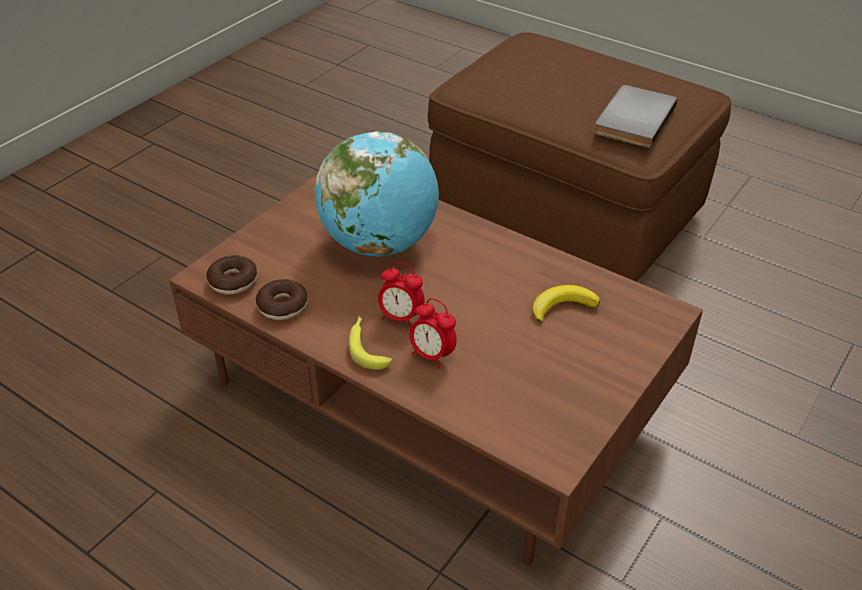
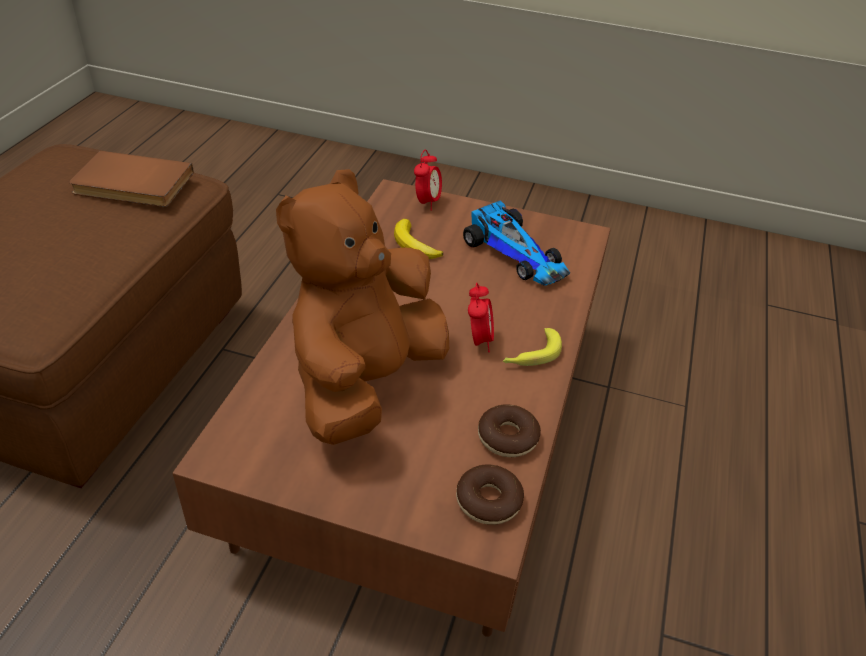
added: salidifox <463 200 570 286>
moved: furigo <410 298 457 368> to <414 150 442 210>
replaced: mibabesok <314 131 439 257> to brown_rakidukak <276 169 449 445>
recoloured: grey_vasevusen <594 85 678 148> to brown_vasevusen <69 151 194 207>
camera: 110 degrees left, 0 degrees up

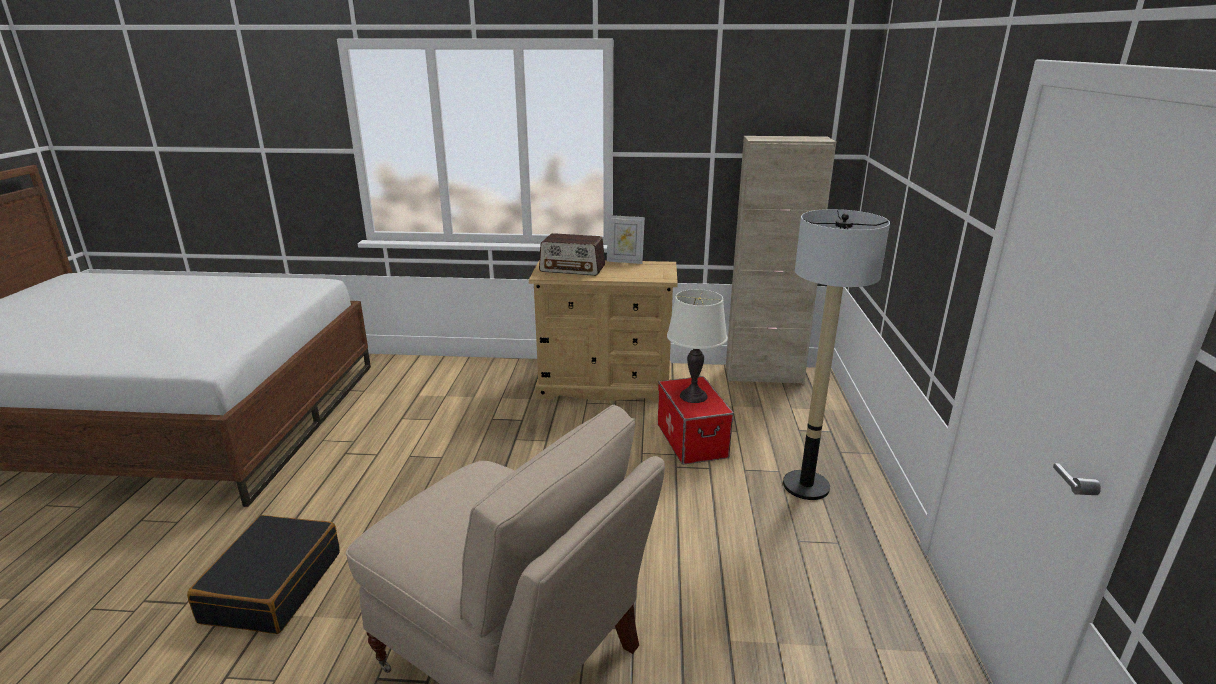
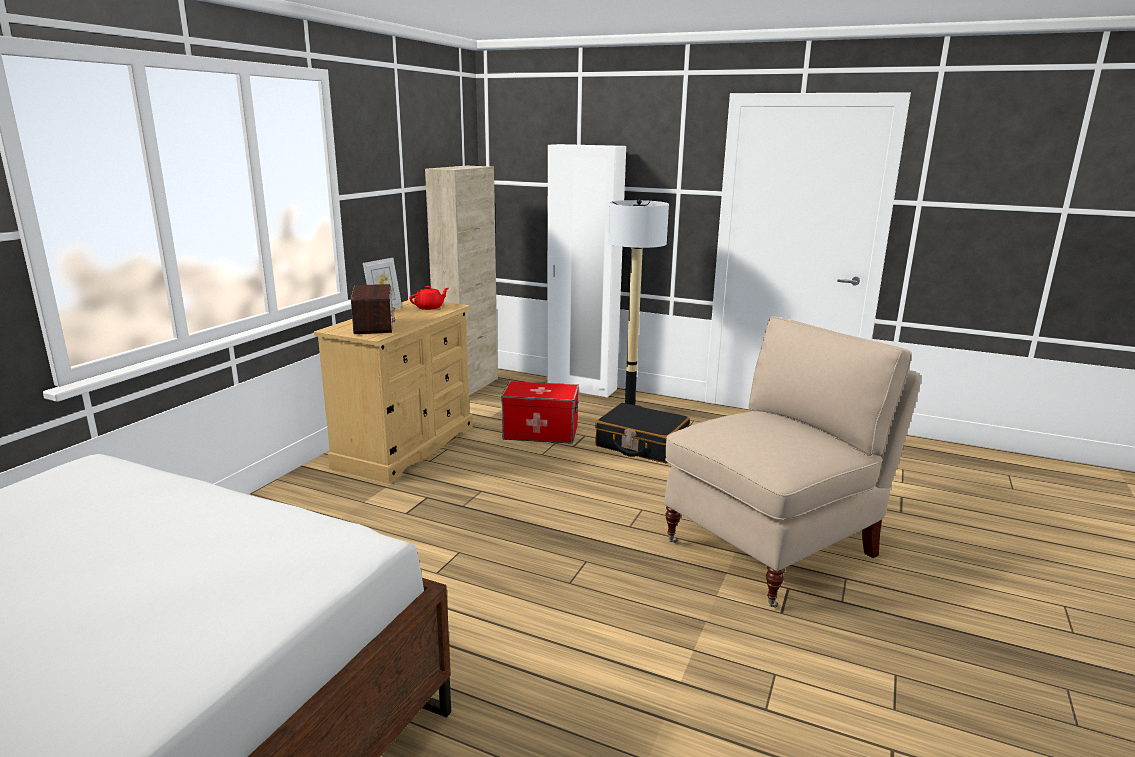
removed: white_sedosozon <667 289 728 403>
added: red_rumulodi <409 286 449 310>; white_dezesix <547 144 626 397>
moved: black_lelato <187 515 340 634> to <595 403 690 463>
turned: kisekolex <539 233 605 276> = <351 284 395 334> 45 degrees counterclockwise
camera: 70 degrees left, 5 degrees down

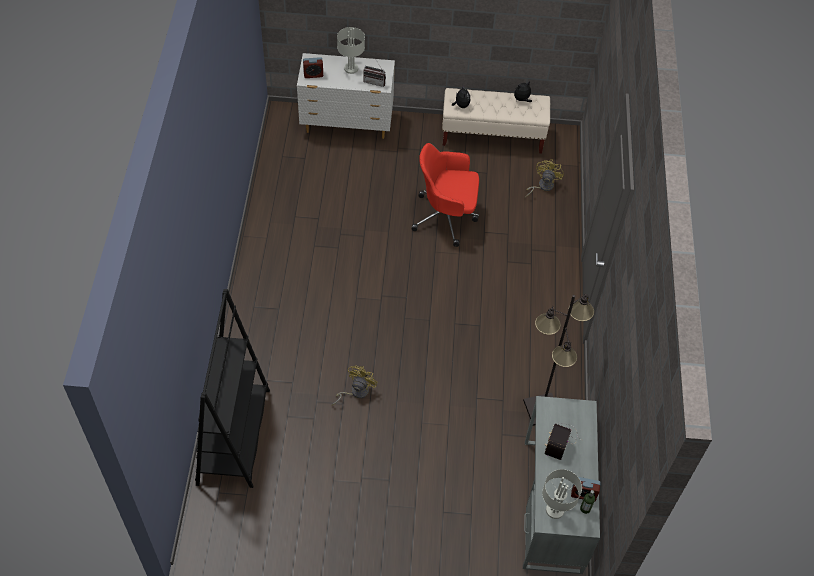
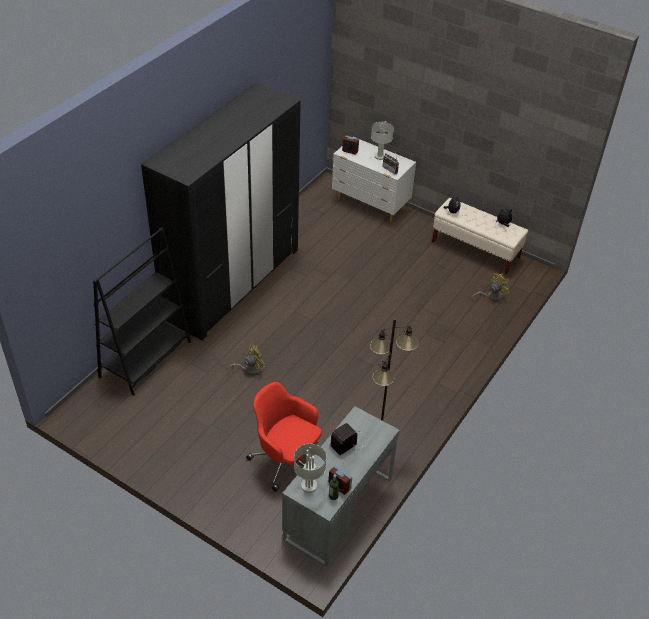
added: black_dezesix <141 83 301 340>
moved: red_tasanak <412 143 479 247> to <246 382 322 492>
camera: 30 degrees right, 10 degrees down

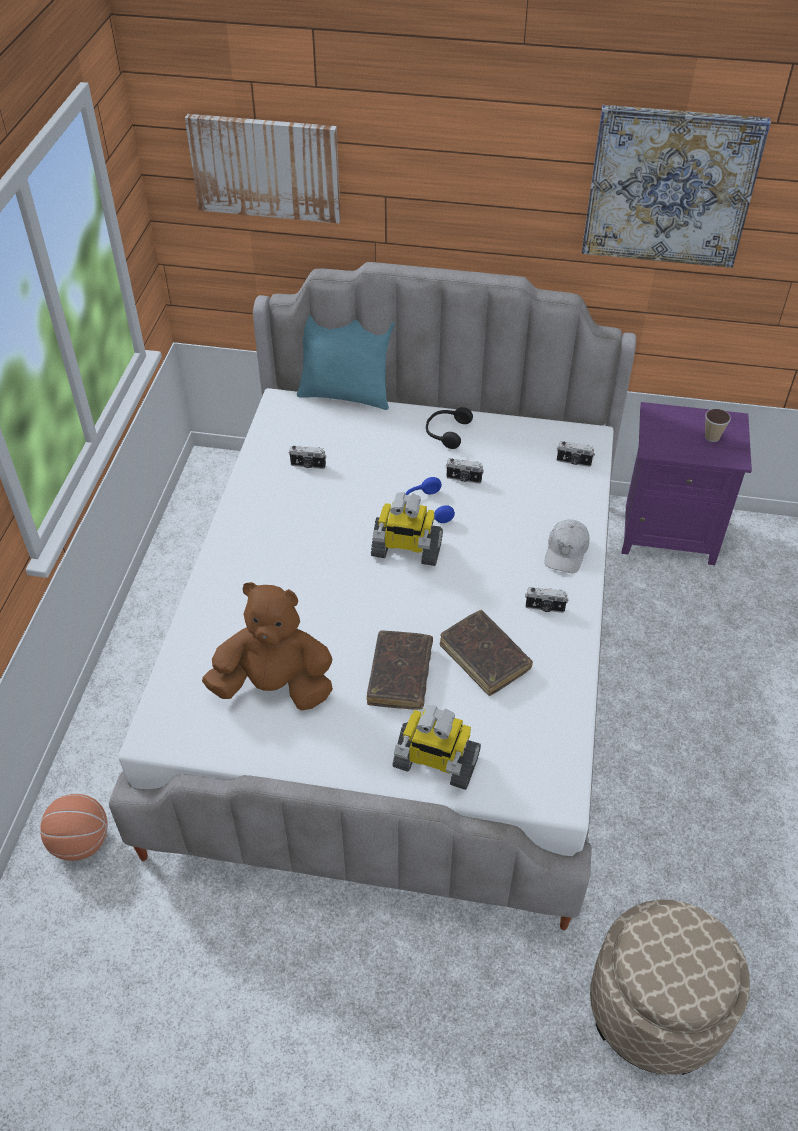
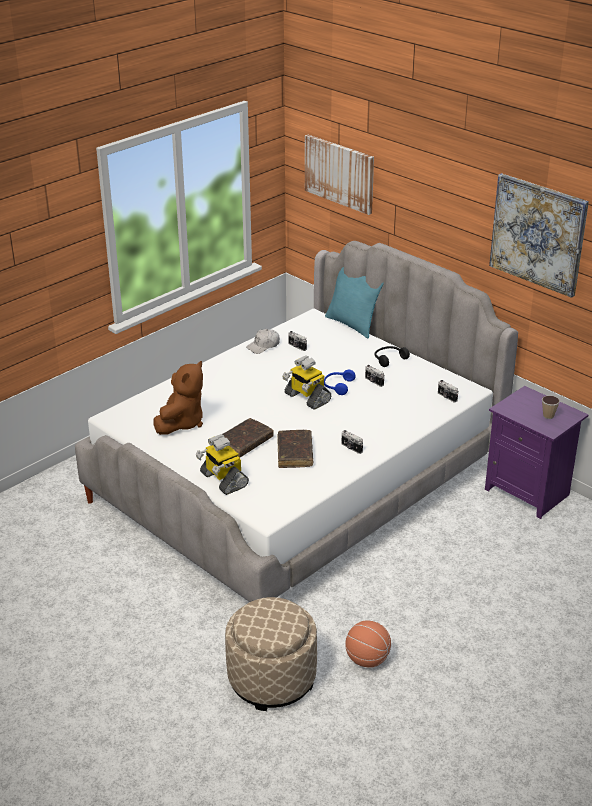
moved: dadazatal <40 794 108 861> to <345 620 391 668>; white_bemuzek <545 519 589 573> to <246 329 280 354>
turned: brown_rakidukak <202 582 333 710> = <154 361 203 435> 75 degrees clockwise
camera: 35 degrees right, 15 degrees down

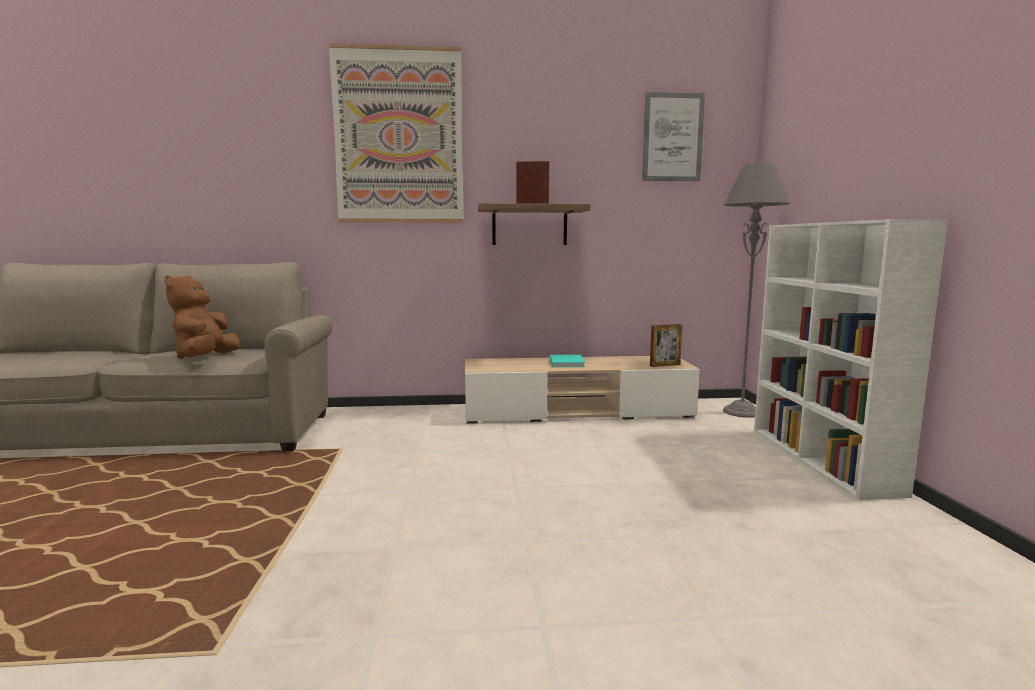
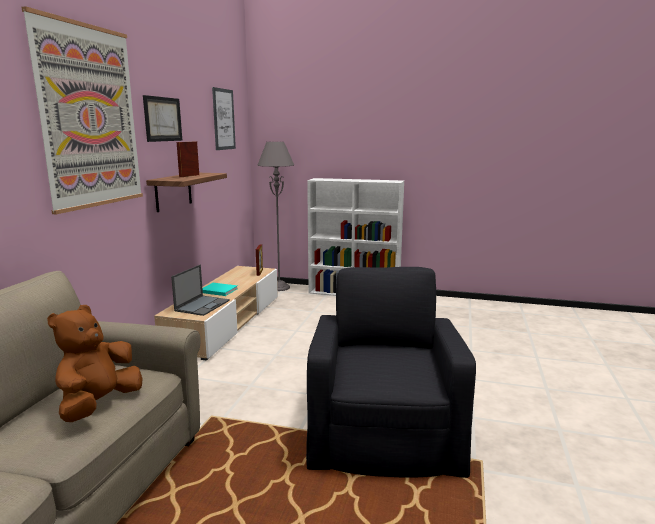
added: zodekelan <143 95 182 142>; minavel <171 265 230 316>; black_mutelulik <306 267 476 478>
turned: brown_rakidukak <165 275 240 359> = <47 305 143 422> 90 degrees clockwise
camera: 70 degrees left, 5 degrees up

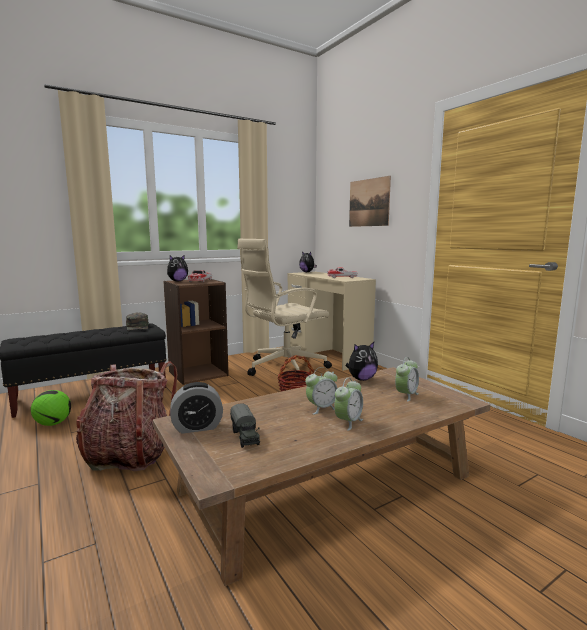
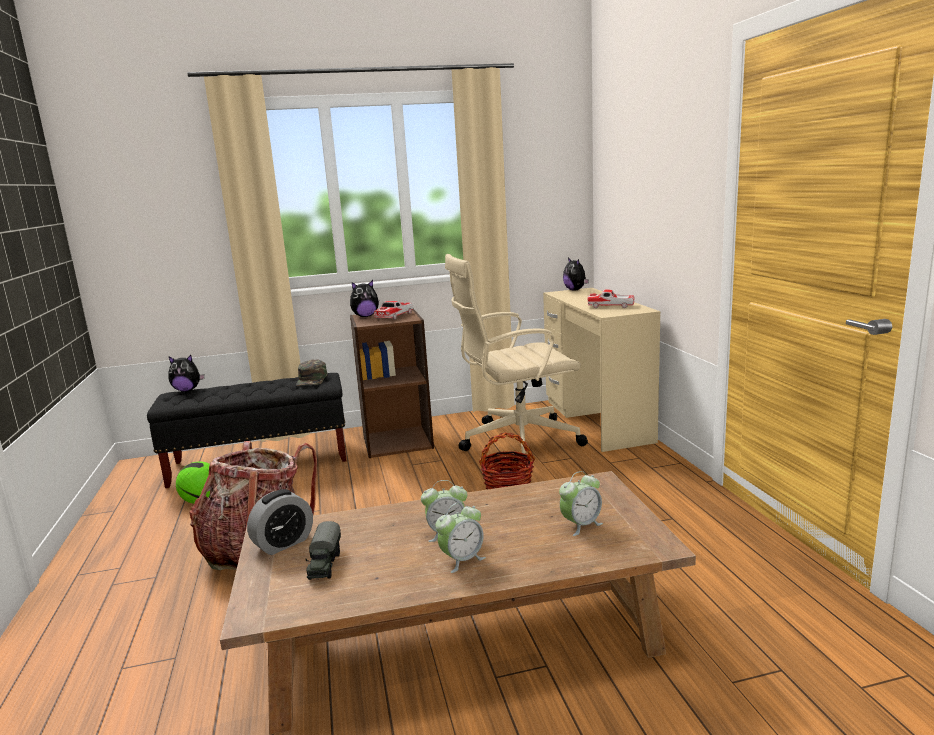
removed: zodekelan <349 176 391 227>
moved: rakidukak <346 342 378 381> to <168 355 205 392>
turned: furigo <170 382 223 434> = <247 489 313 555> 45 degrees counterclockwise
camera: 20 degrees right, 5 degrees up

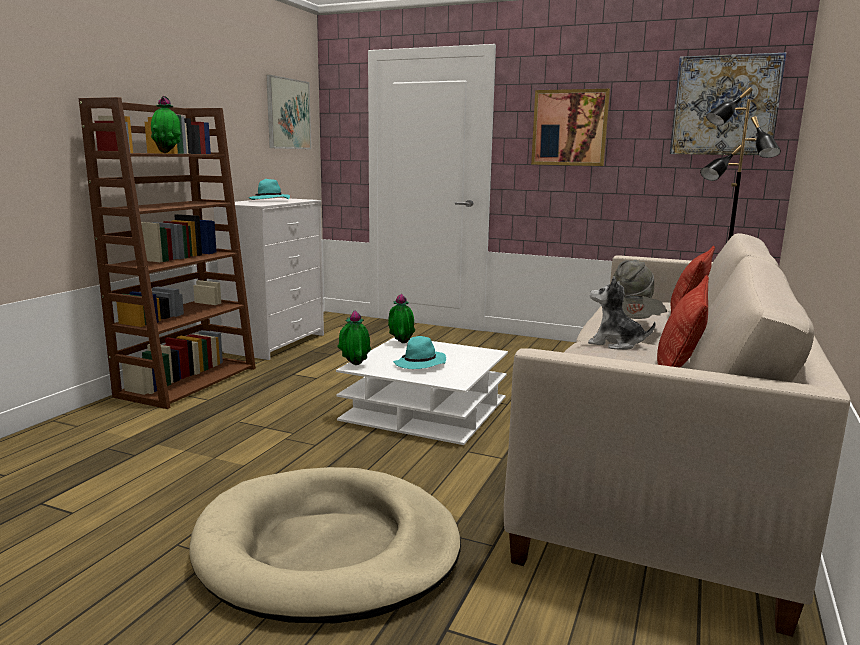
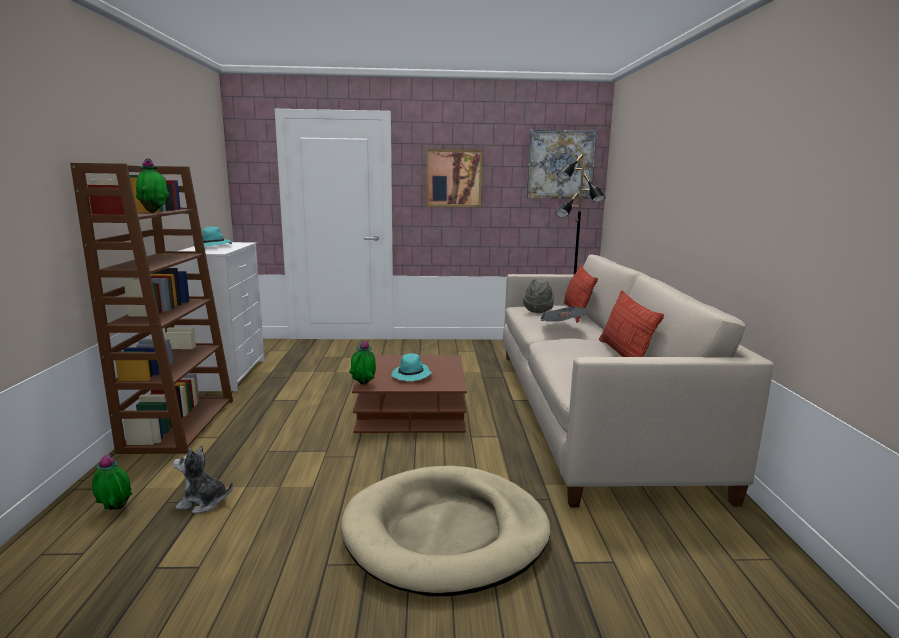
removed: zodekelan <266 75 311 149>
moved: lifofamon <388 294 415 343> to <92 453 132 510>; rakidukak <588 276 656 350> to <173 445 233 514>
recoloured: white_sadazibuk <336 337 508 445> to brown_sadazibuk <352 355 467 433>
camera: 25 degrees left, 0 degrees up

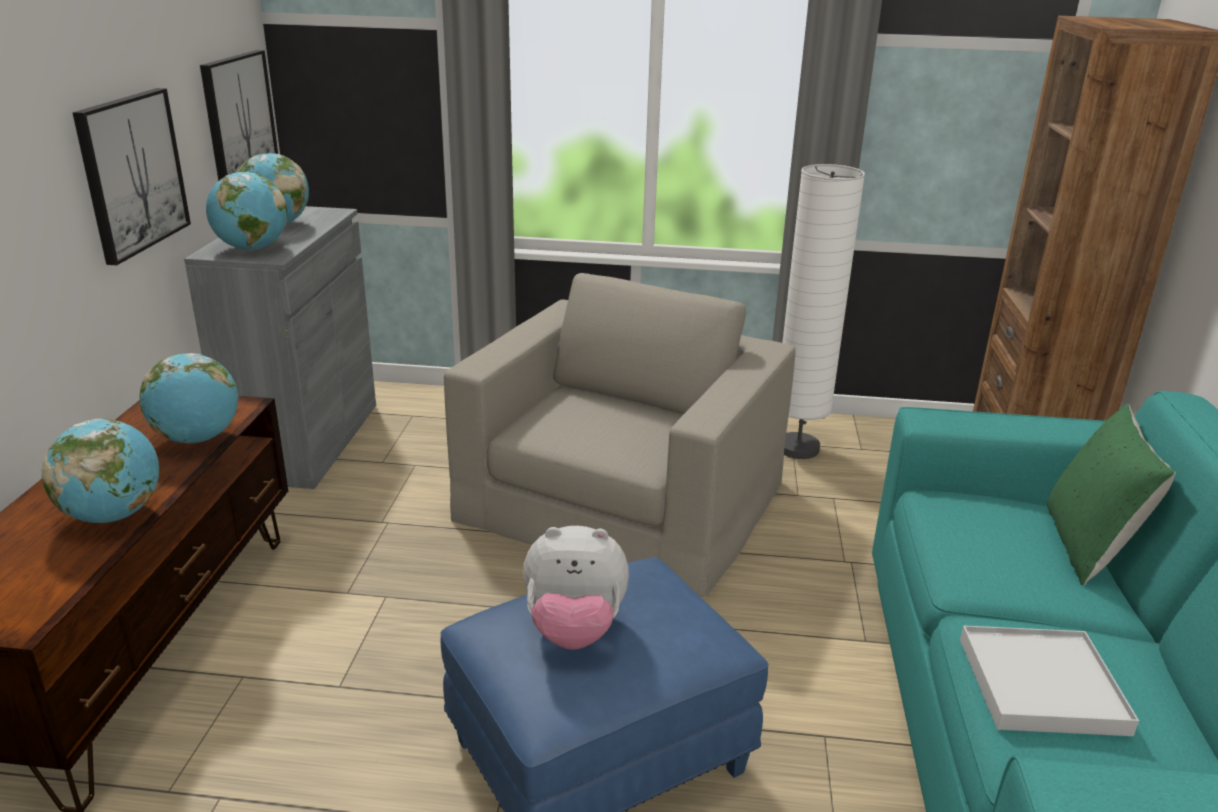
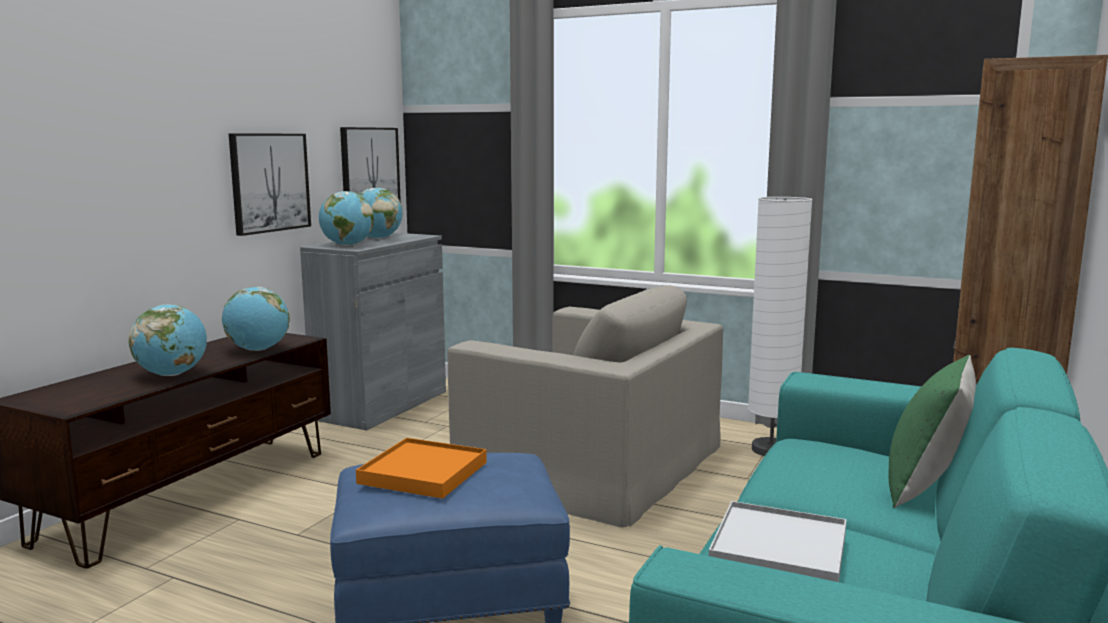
replaced: rakidukak <523 526 629 650> to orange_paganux <356 438 487 499>
turned: beige_mutelulik <444 273 796 597> = <448 285 723 528> 75 degrees clockwise
camera: 20 degrees right, 15 degrees down

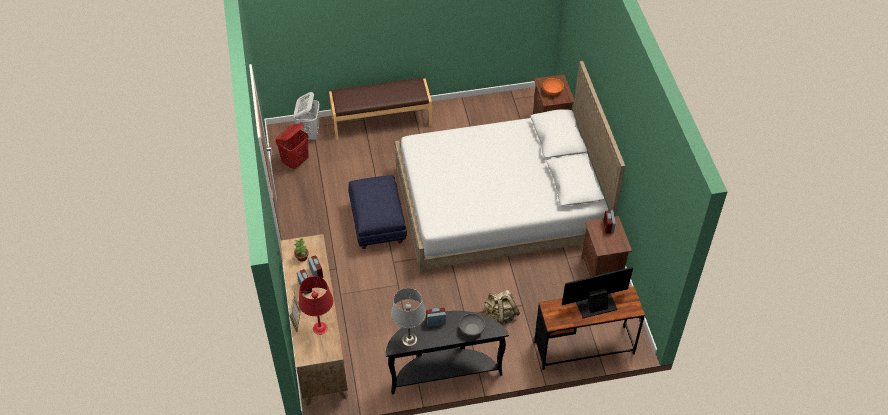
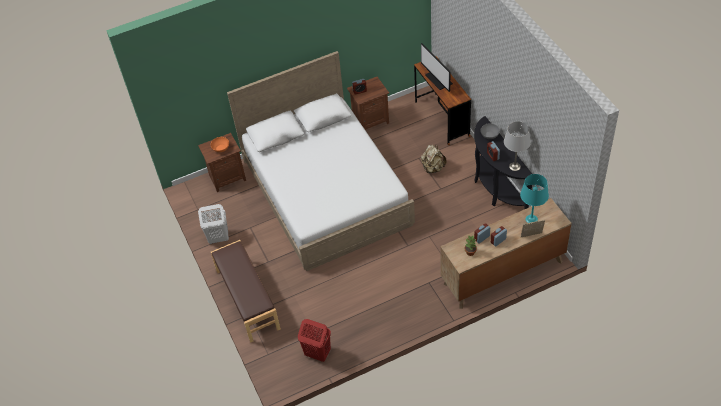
removed: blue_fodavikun <349 175 407 249>
moved: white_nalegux <294 92 320 140> to <198 204 229 244>
recoloured: red_sedosozon <298 276 333 335> to turquoise_sedosozon <520 174 549 223>
camera: 100 degrees left, 0 degrees up

